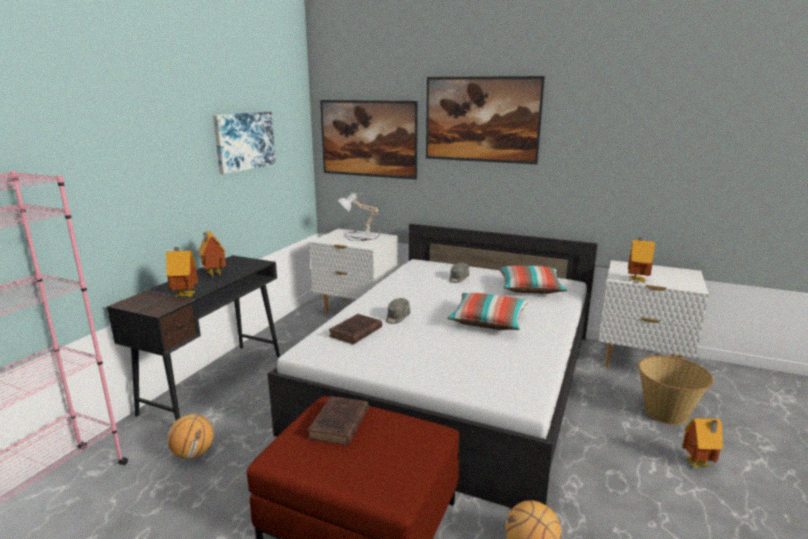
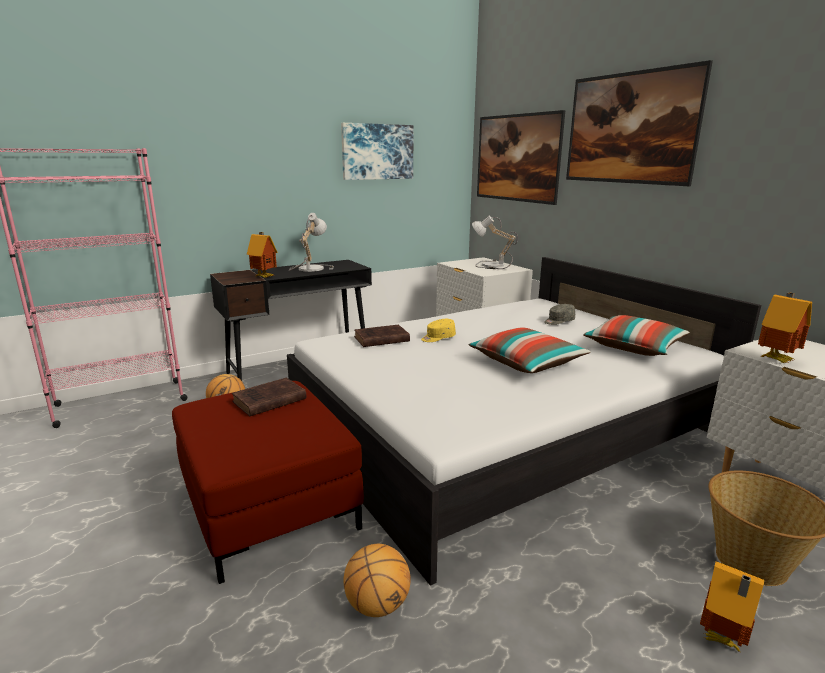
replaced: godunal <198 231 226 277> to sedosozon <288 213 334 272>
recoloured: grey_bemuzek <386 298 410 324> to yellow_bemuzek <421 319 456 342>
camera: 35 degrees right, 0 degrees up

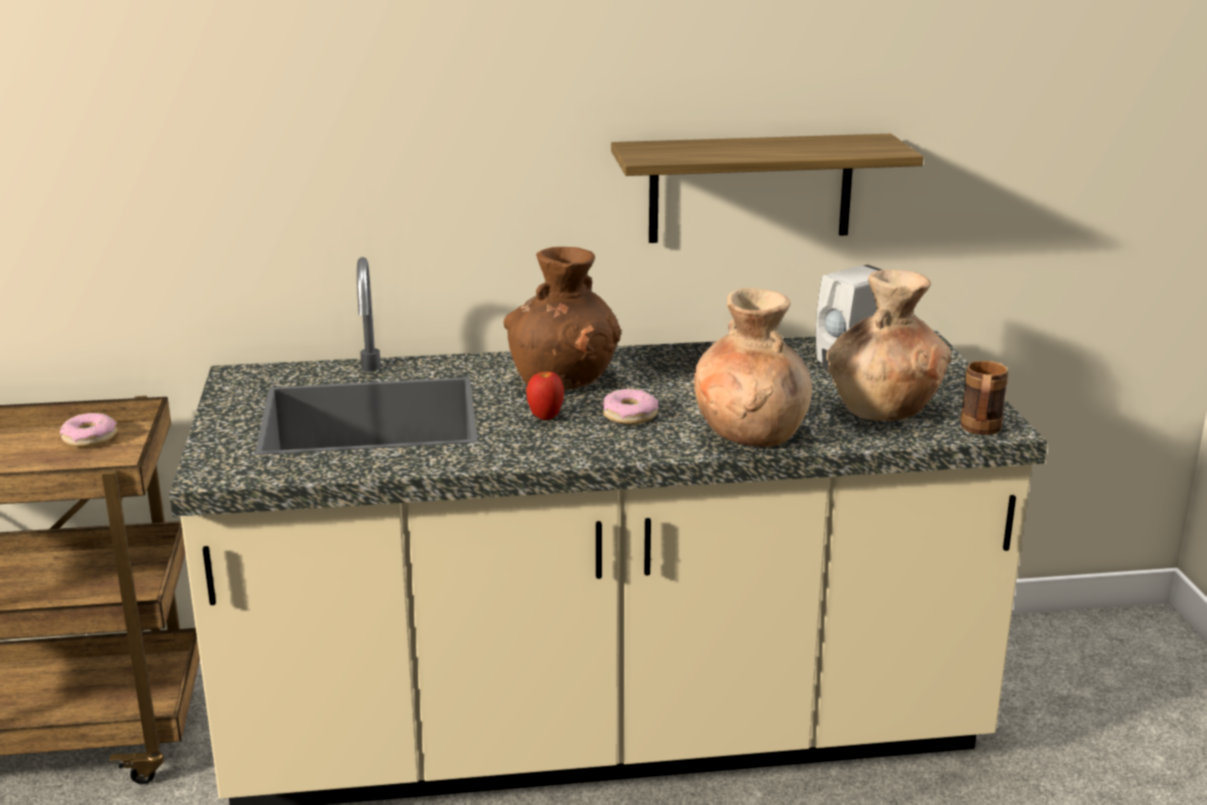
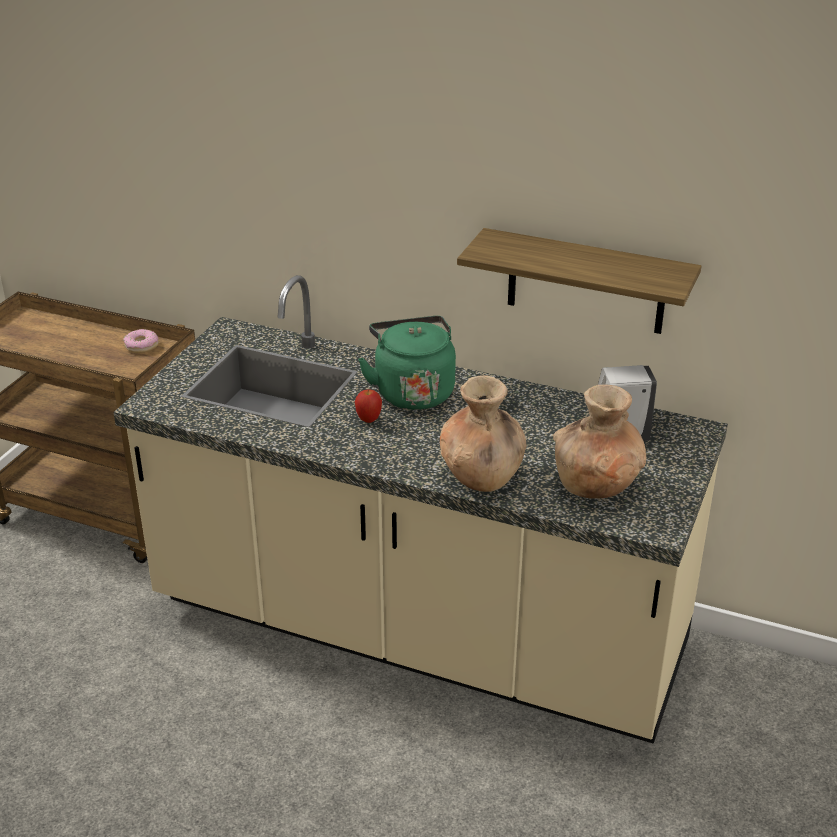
removed: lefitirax <603 389 658 424>; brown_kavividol <960 361 1008 435>
replaced: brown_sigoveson <504 247 621 390> to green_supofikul <358 316 456 410>
camera: 30 degrees right, 10 degrees up

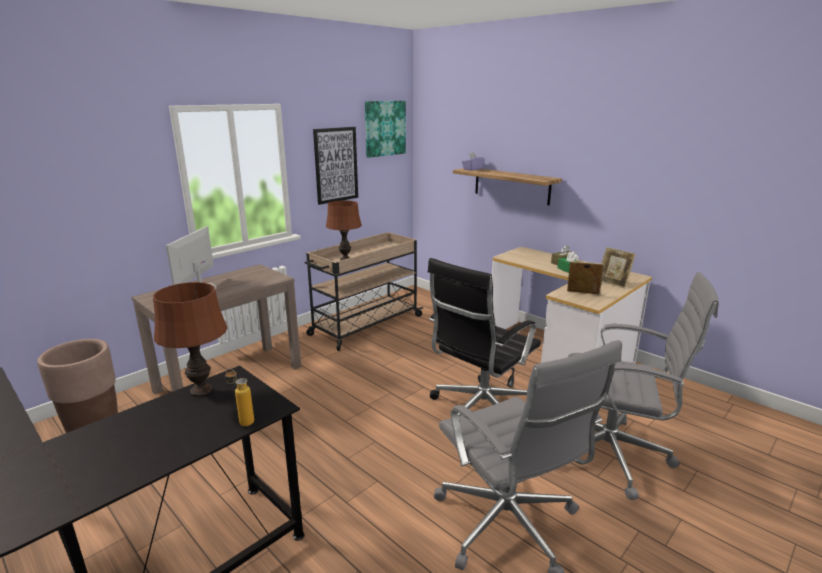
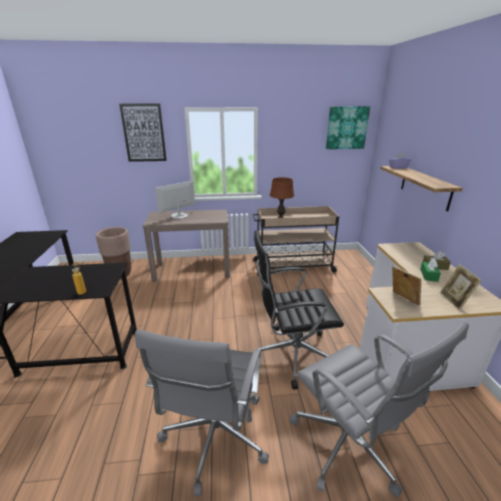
removed: brown_sedosozon <153 282 227 397>
moved: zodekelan <313 127 358 205> to <119 104 167 162>
camera: 40 degrees right, 5 degrees up

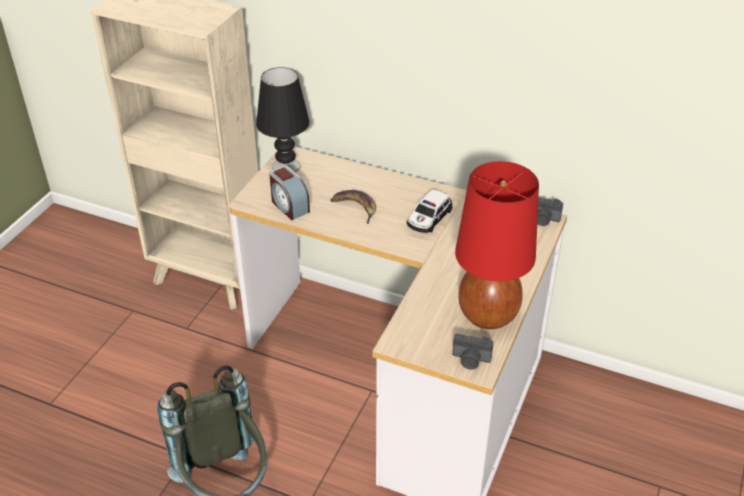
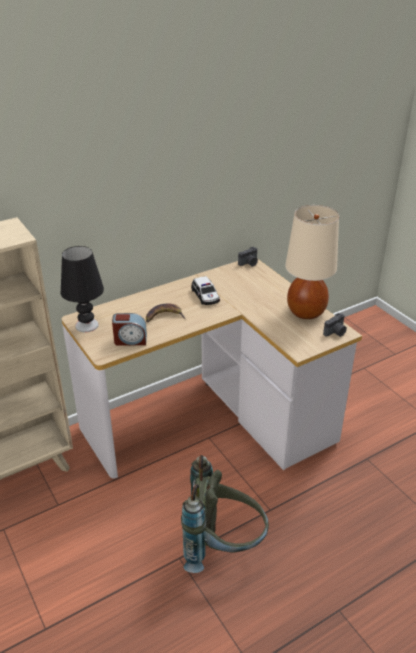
recoloured: red_sedosozon <455 161 539 329> to beige_sedosozon <285 205 339 319>
camera: 55 degrees left, 5 degrees down

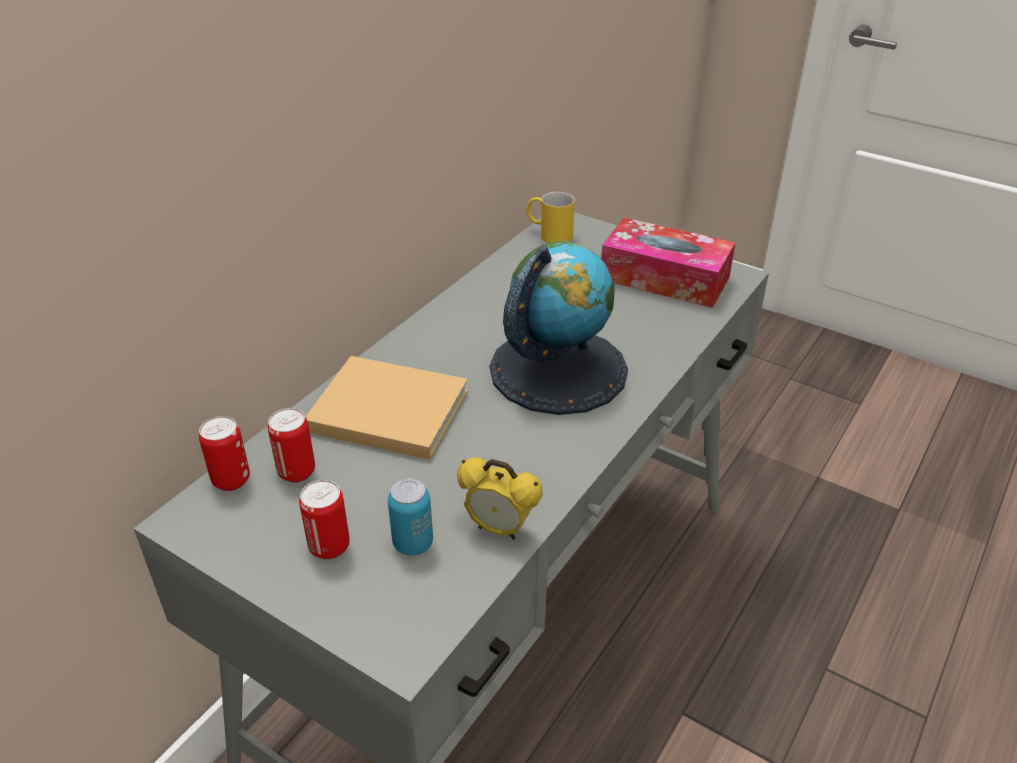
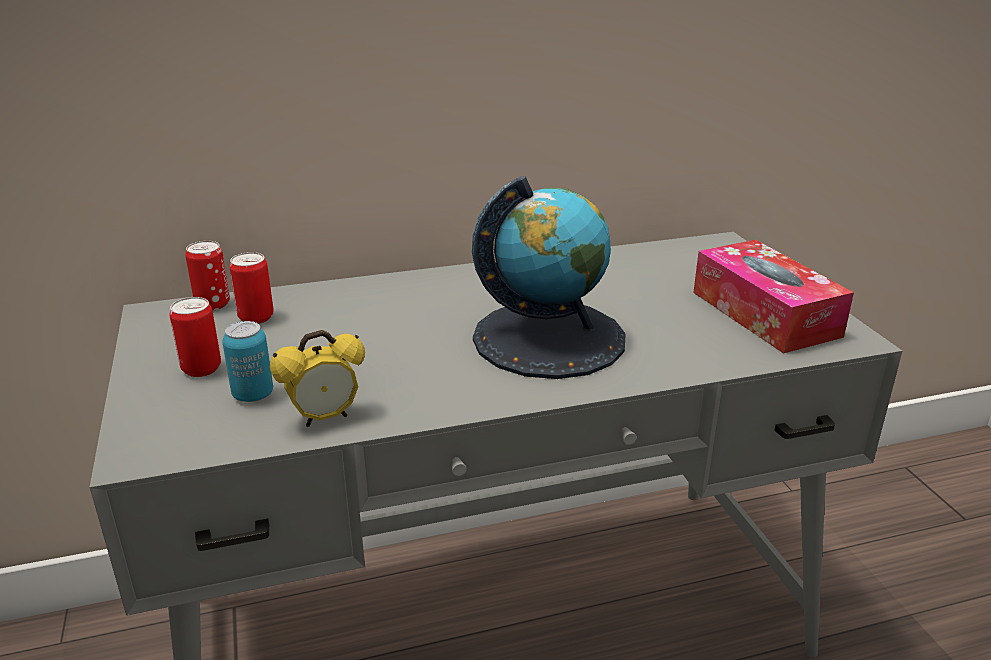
removed: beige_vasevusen <306 356 468 460>; yellow_kavividol <526 192 575 243>
turned: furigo <457 457 543 540> = <270 330 365 427> 90 degrees counterclockwise
camera: 40 degrees right, 10 degrees down

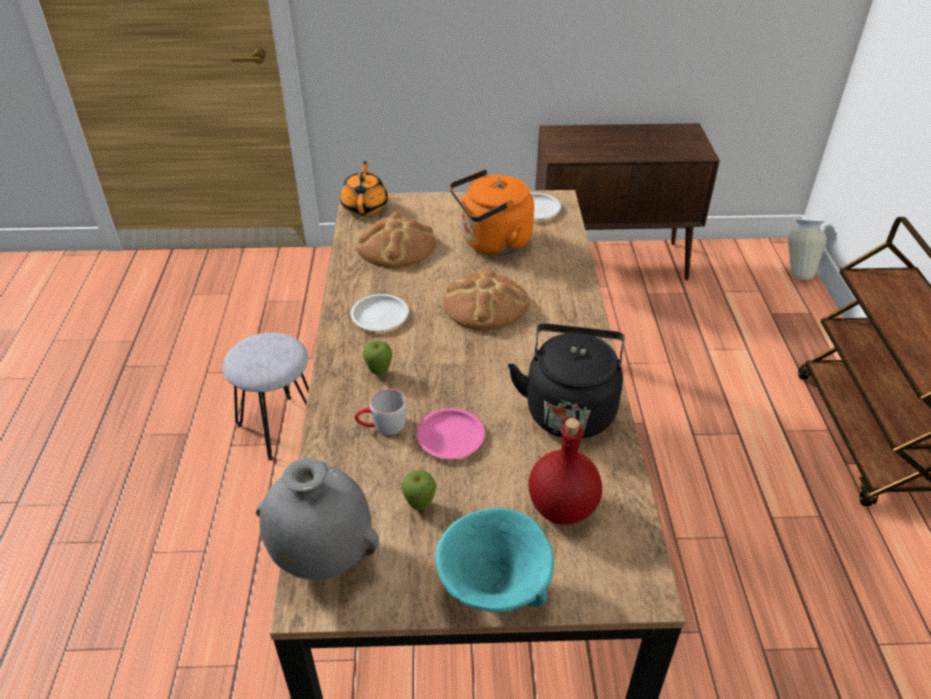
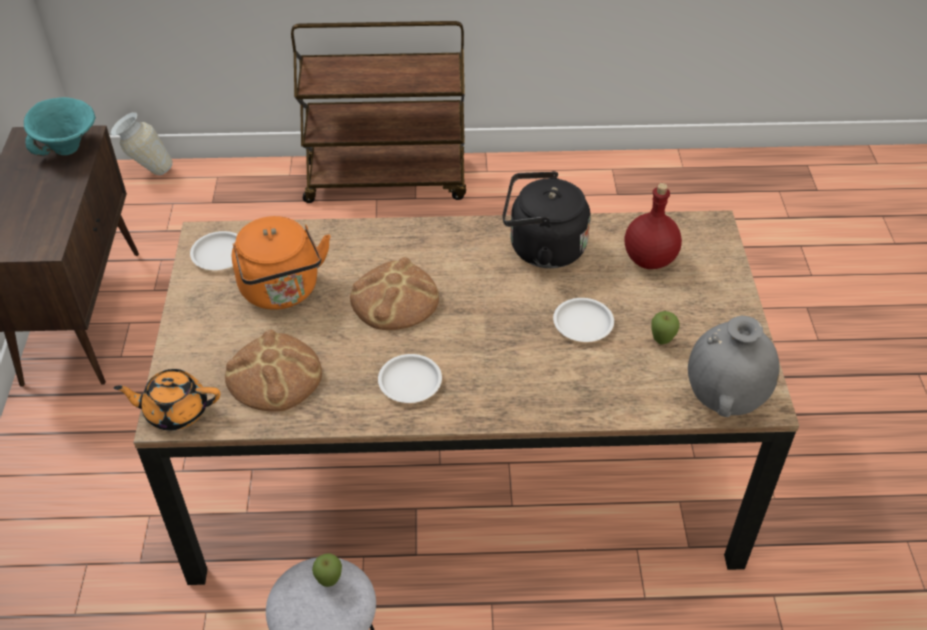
removed: grey_kavividol <355 389 407 435>
moved: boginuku <363 341 392 376> to <312 553 342 587>; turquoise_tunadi <435 508 554 612> to <24 97 96 156>
recoloured: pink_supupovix <416 408 485 459> to white_supupovix <553 298 614 342>
camera: 90 degrees left, 5 degrees up

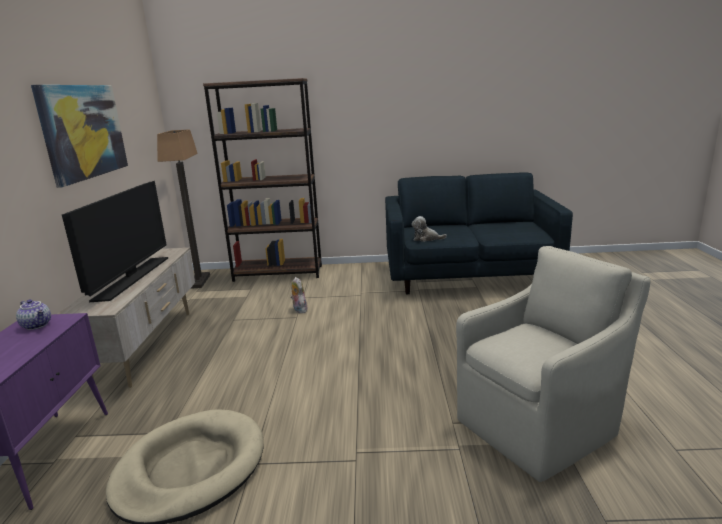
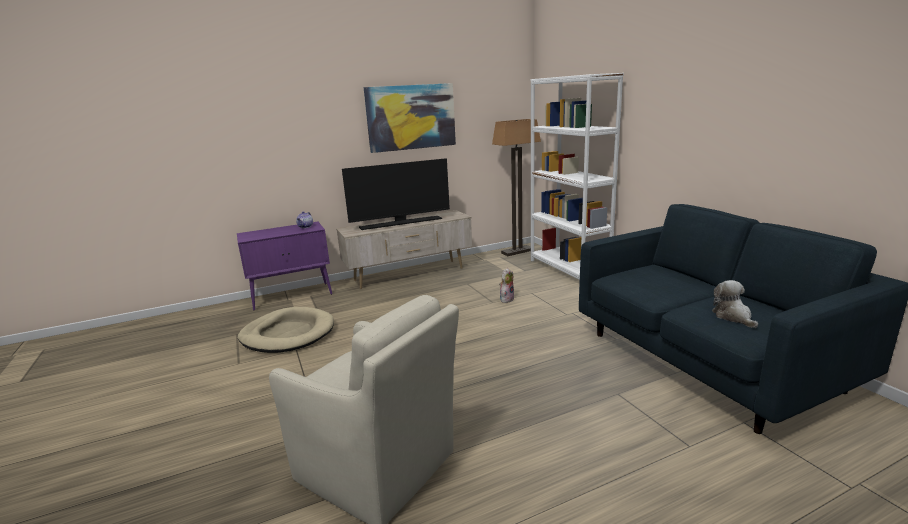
moved: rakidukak <412 216 447 242> to <712 280 758 328>
recoloured: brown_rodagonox <203 78 322 282> to white_rodagonox <530 73 624 280>
camera: 65 degrees right, 0 degrees up

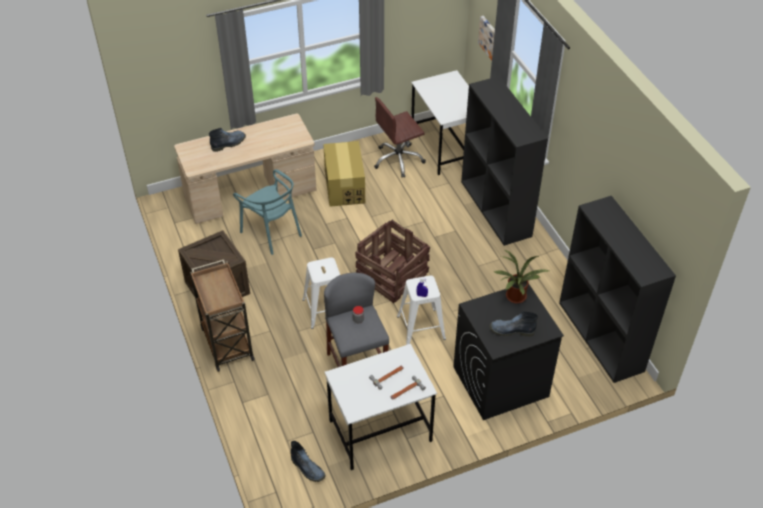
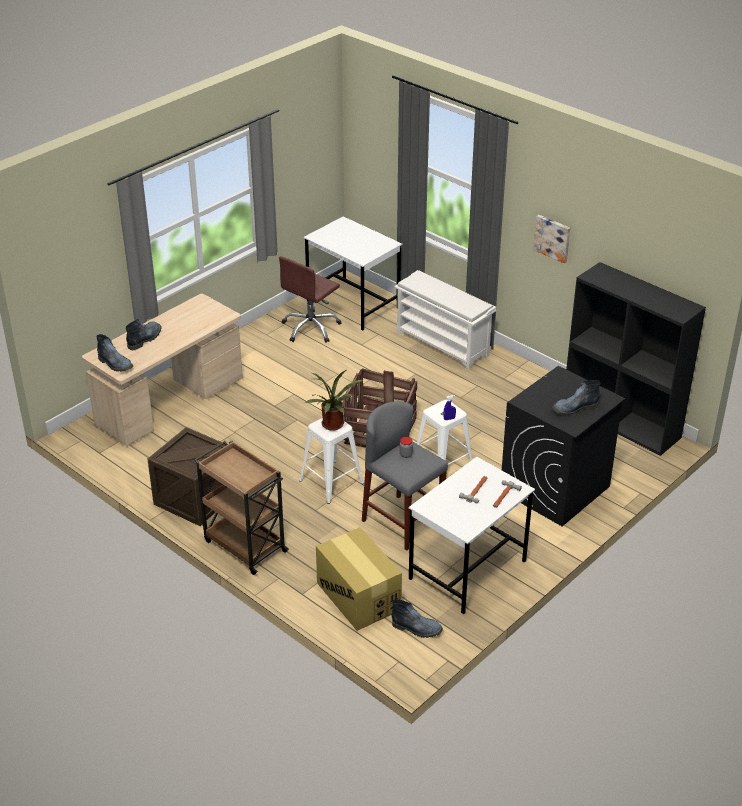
removed: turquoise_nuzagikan <233 169 302 255>
added: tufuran <97 334 133 372>
moved: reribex <323 141 365 207> to <316 527 402 631>; zodekelan <478 16 495 60> to <533 215 571 263>; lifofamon <494 250 549 304> to <305 370 362 431>
replaced: black_rodagonox <461 76 548 246> to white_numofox <394 270 496 369>
camera: 25 degrees left, 10 degrees down

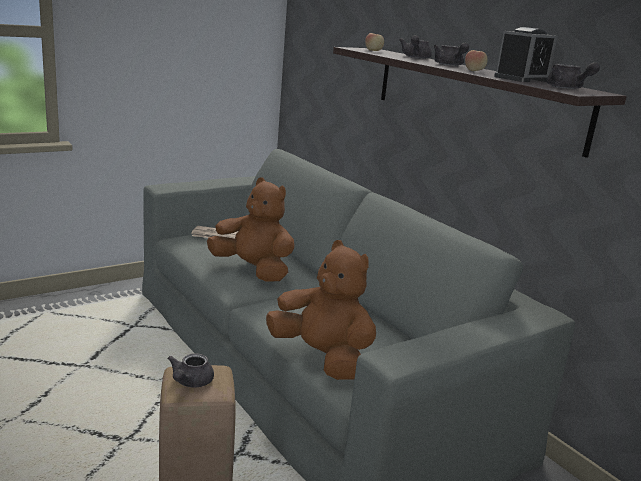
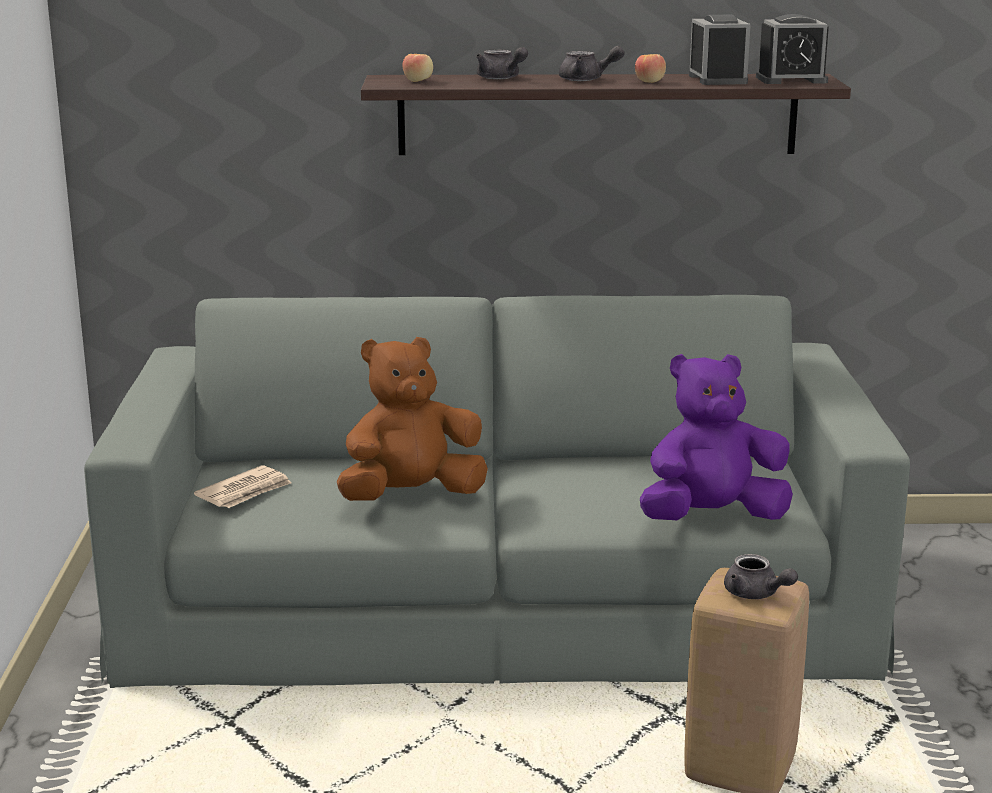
replaced: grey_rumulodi <546 62 600 89> to furigo <756 14 829 84>
recoloured: brown_rakidukak <266 240 376 380> to purple_rakidukak <640 354 793 520>
camera: 55 degrees left, 0 degrees up

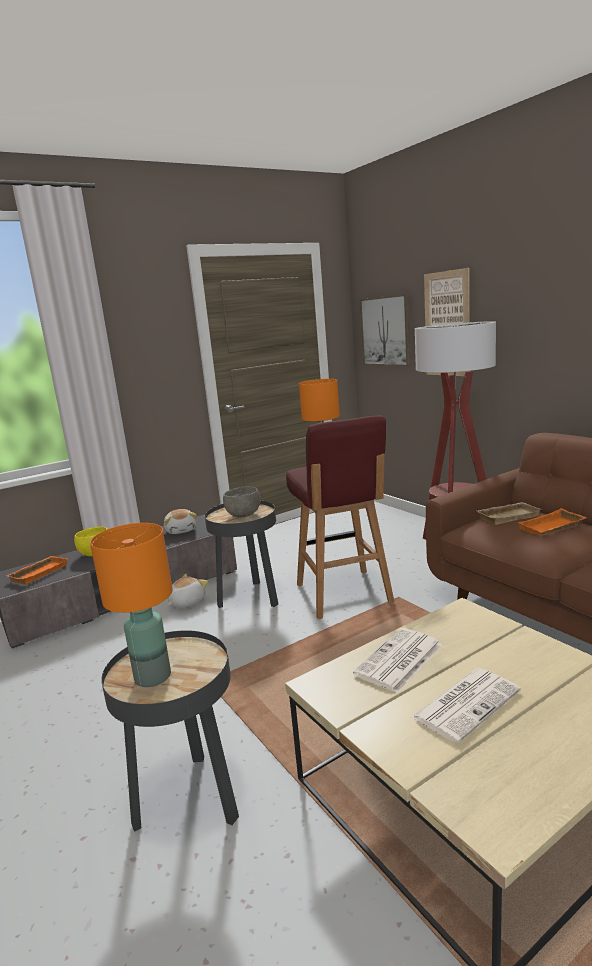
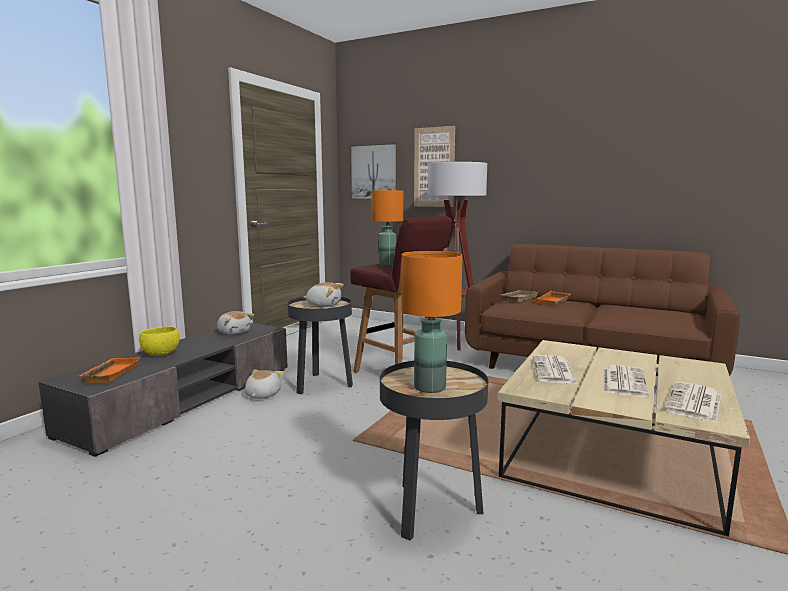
added: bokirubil <664 382 721 422>
replaced: grey_tunadi <223 487 261 518> to rakidukak <304 282 344 307>
camera: 30 degrees left, 5 degrees down

